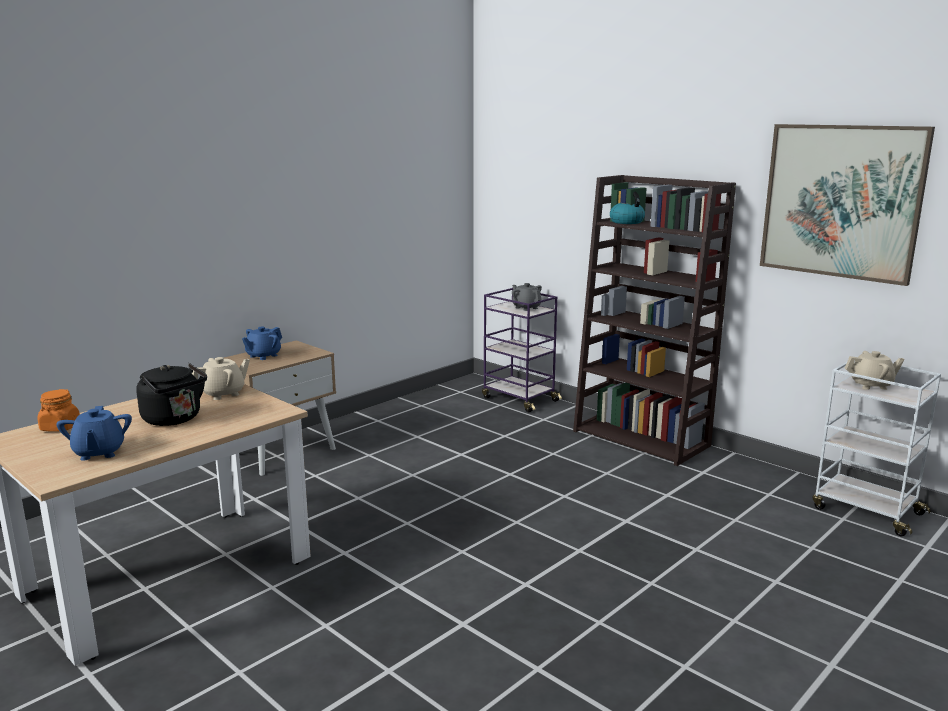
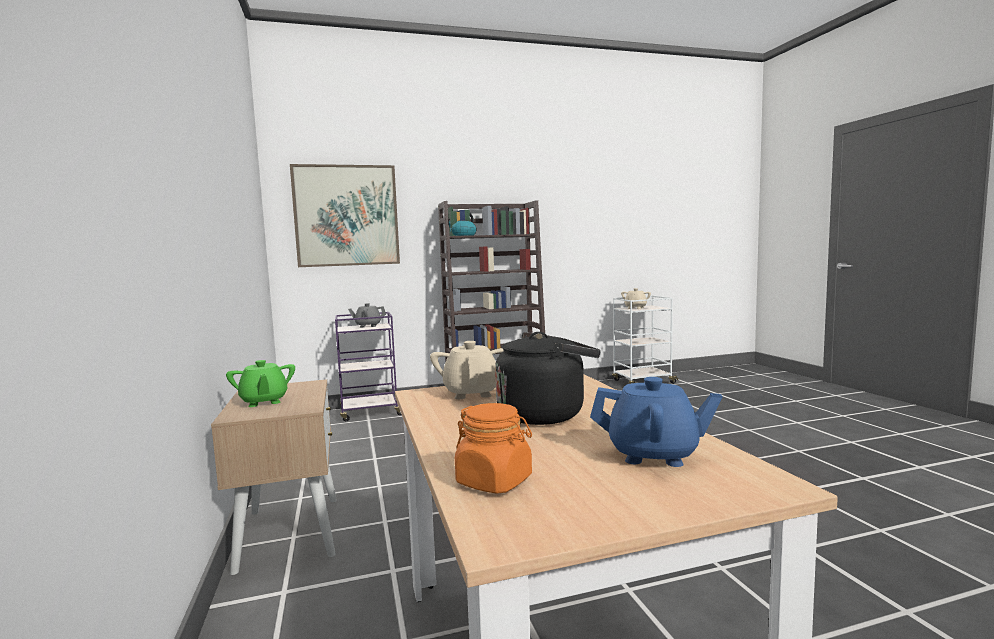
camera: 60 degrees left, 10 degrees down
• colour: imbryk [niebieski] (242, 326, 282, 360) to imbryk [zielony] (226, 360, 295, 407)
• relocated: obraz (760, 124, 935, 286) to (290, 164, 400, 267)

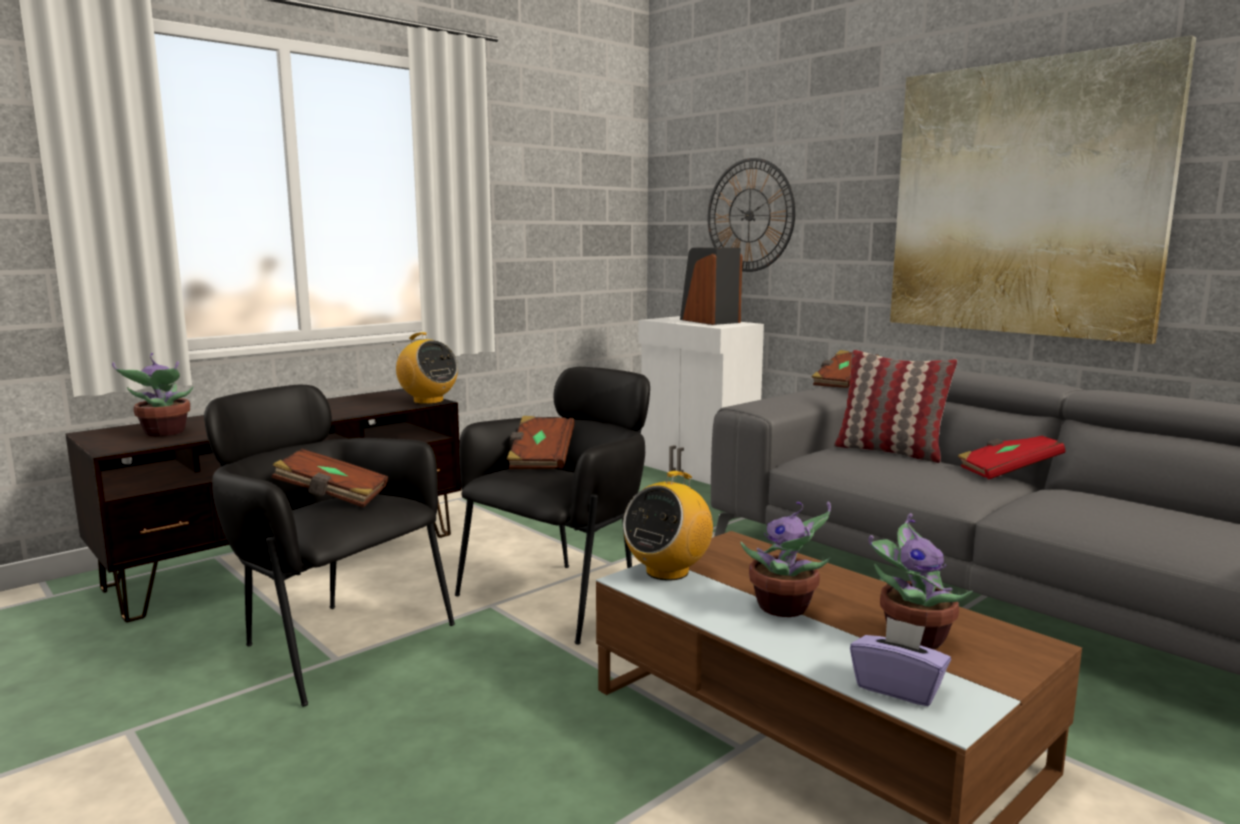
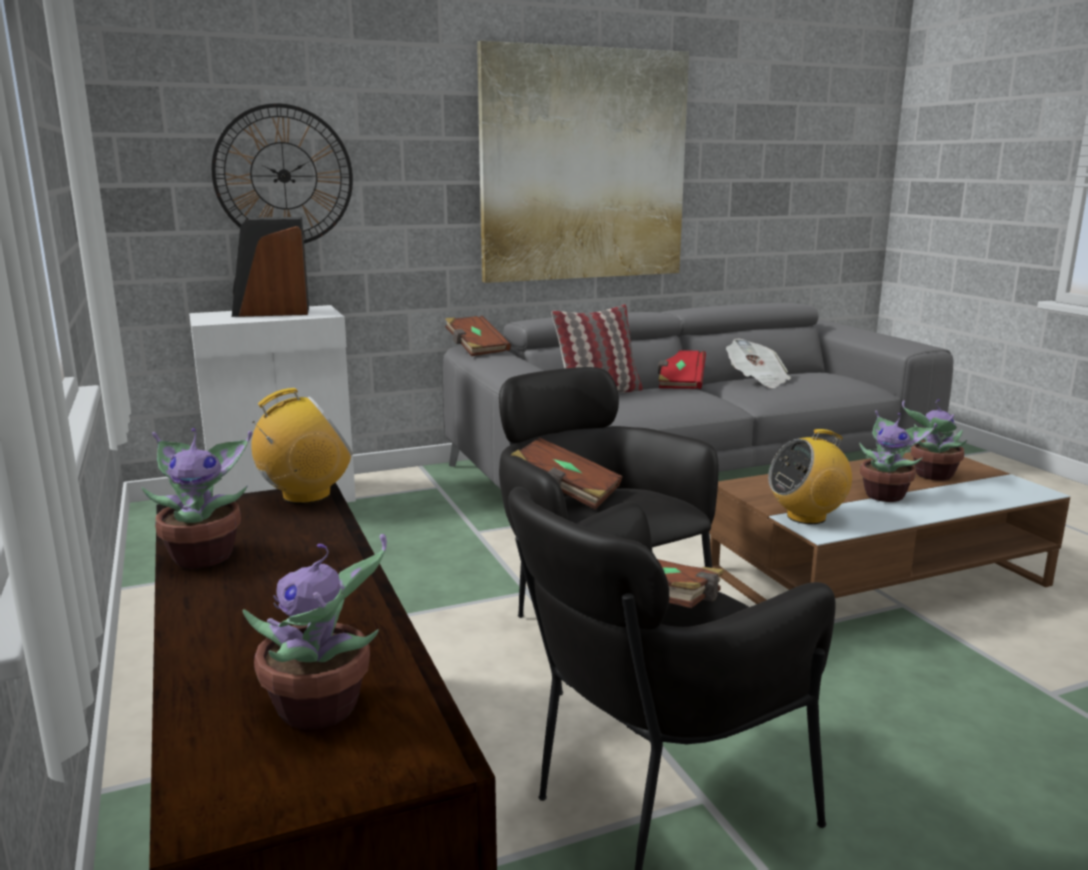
camera: 70 degrees left, 5 degrees up
• spun: radio (623, 471, 713, 581) = (768, 429, 852, 524) 105 degrees clockwise
• missing: pudełko chusteczek [fioletowy] (850, 617, 951, 706)
• appeared: roślina doniczkowa (141, 428, 252, 569)
• appeared: gazeta (726, 339, 791, 388)

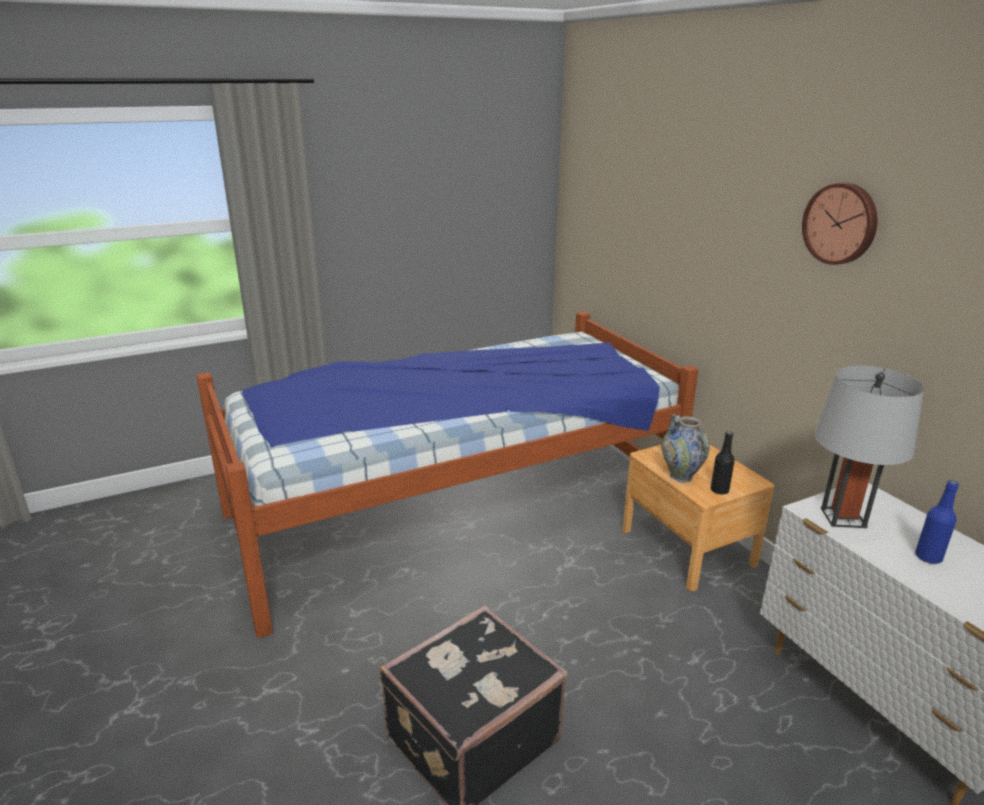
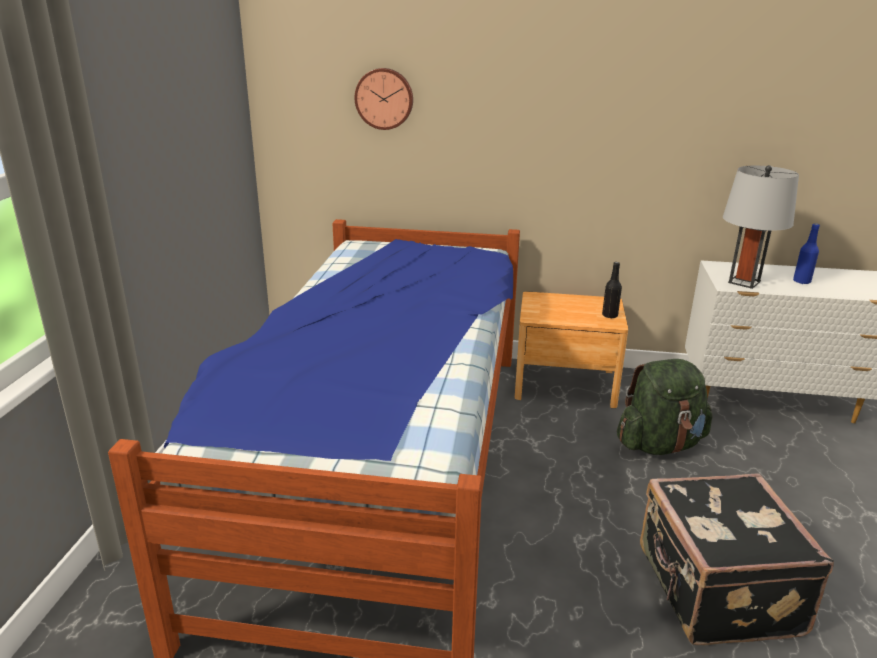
camera: 55 degrees left, 0 degrees up
• missing: wazon (662, 414, 710, 483)
• relocated: zegar ścienny (802, 183, 877, 265) to (355, 68, 413, 130)
• appeared: plecak [zielony] (617, 359, 713, 455)

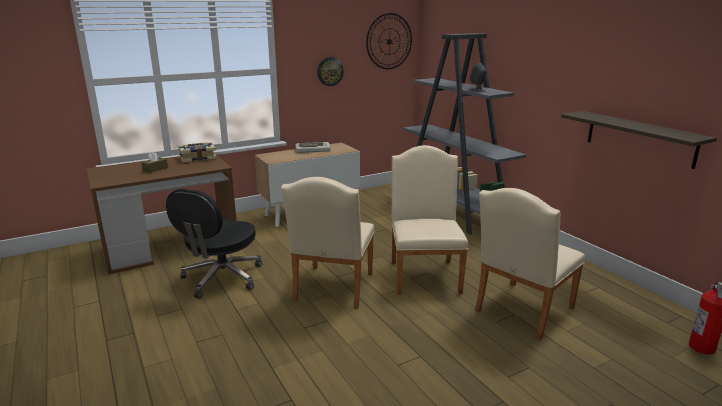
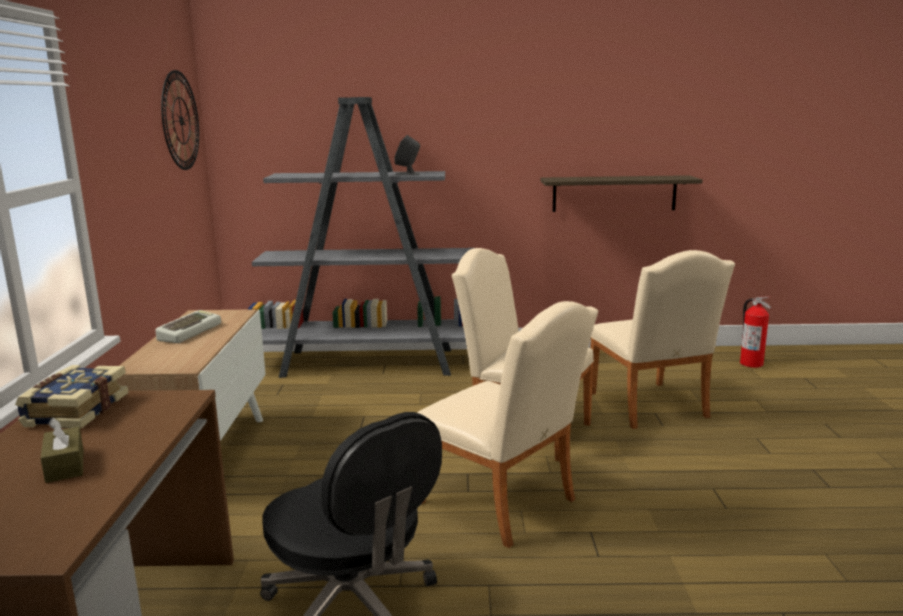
camera: 60 degrees left, 5 degrees down
• missing: zegar ścienny (317, 57, 344, 86)

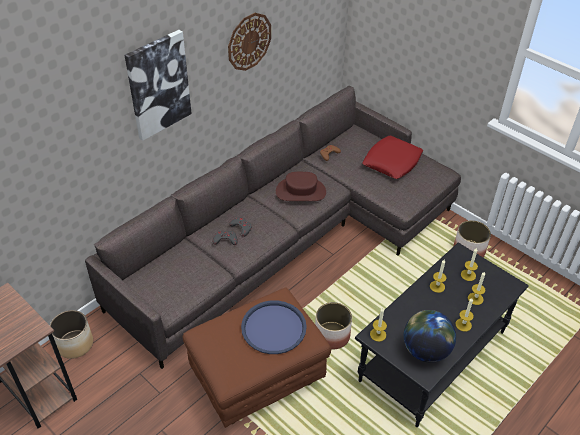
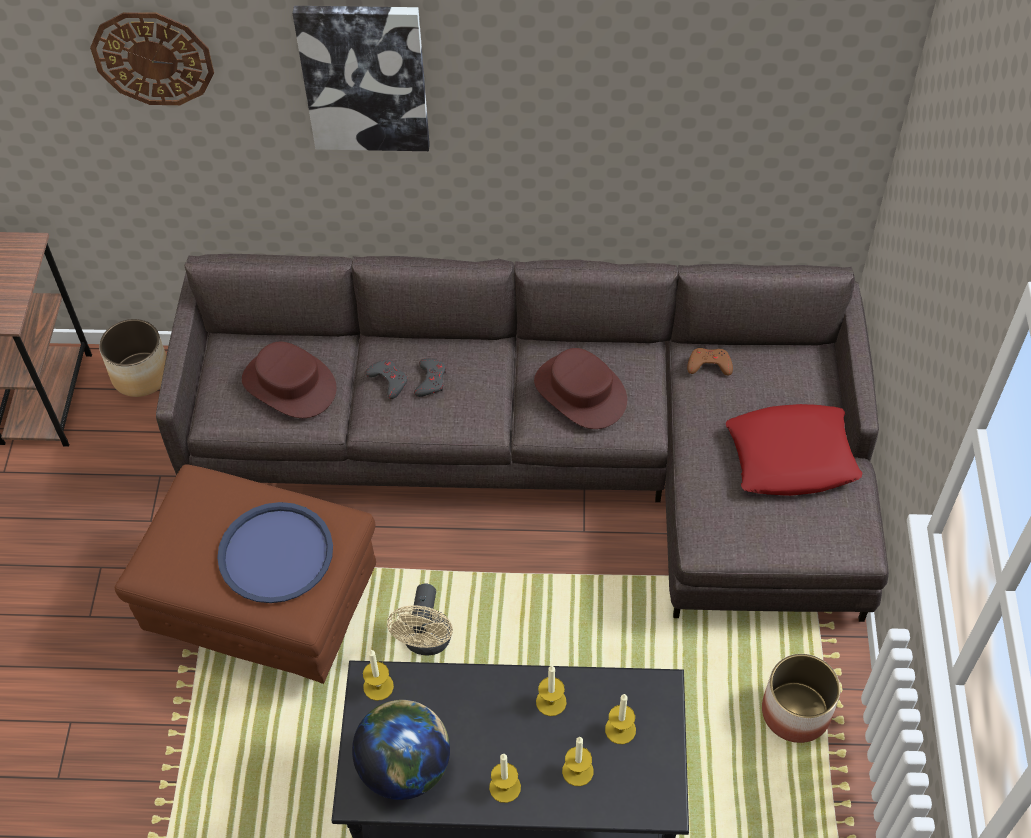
camera: 50 degrees right, 10 degrees up
• relocated: zegar ścienny (228, 13, 271, 71) to (90, 12, 214, 105)
• exchanged: donica (315, 302, 352, 349) to wentylator [beżowy] (387, 584, 453, 655)
• appeared: kapelusz [brązowy] (242, 342, 337, 418)

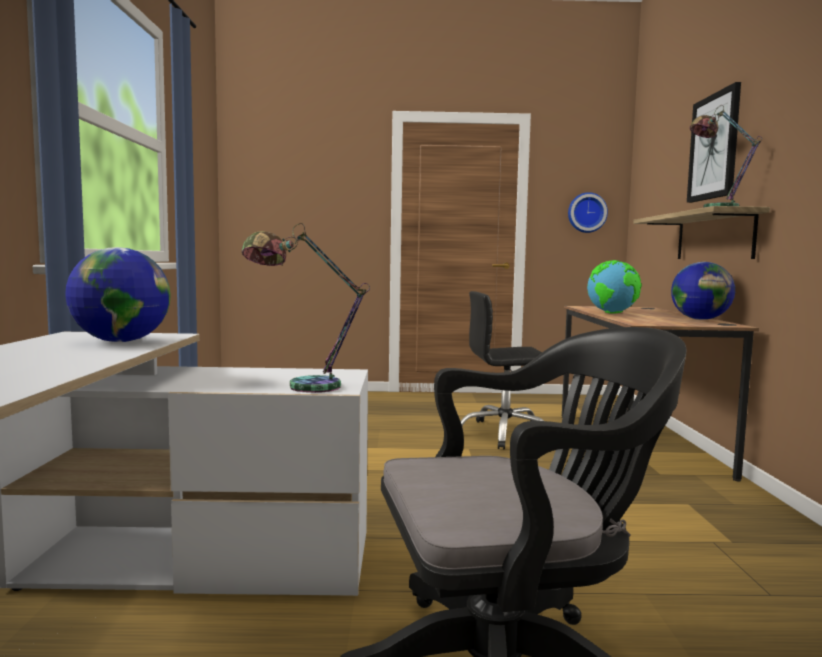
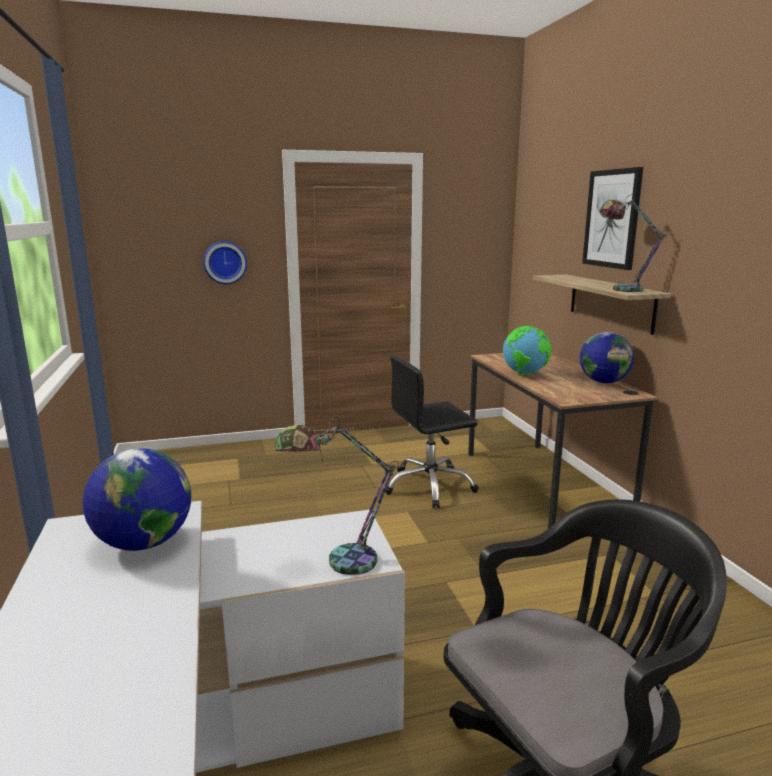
camera: 15 degrees left, 10 degrees up
• relocated: zegar ścienny (568, 192, 608, 233) to (203, 241, 247, 284)

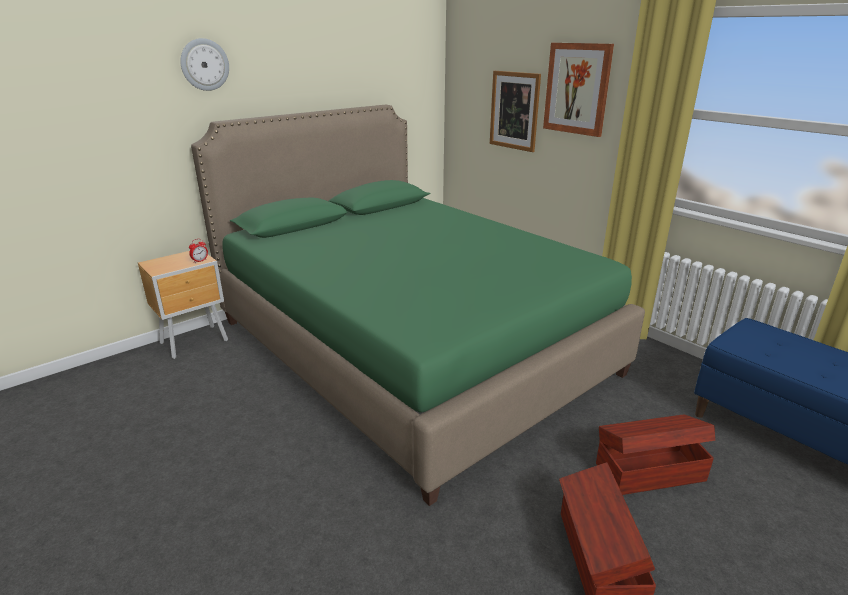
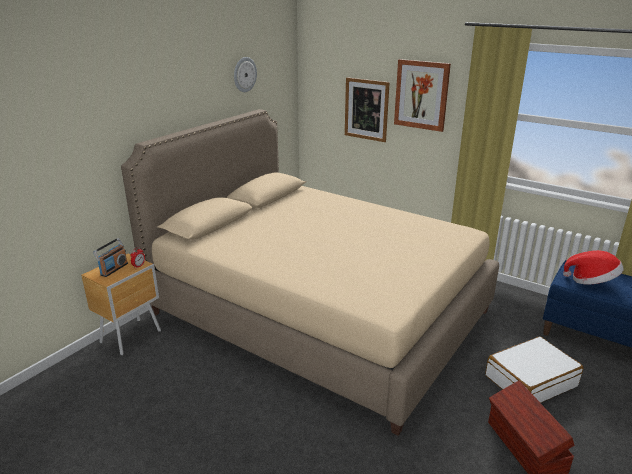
camera: 15 degrees left, 0 degrees up
• relocated: zegar ścienny (180, 38, 229, 91) to (234, 57, 257, 92)
• colour: łóżko [zielony] (191, 105, 645, 506) to łóżko [beżowy] (121, 109, 499, 436)
• exchanged: pojemnik do przechowywania [brązowy] (596, 415, 715, 495) to walizka [biały] (485, 336, 583, 403)
• appeared: radio (93, 238, 128, 277)
• appeared: kapelusz (563, 250, 624, 284)

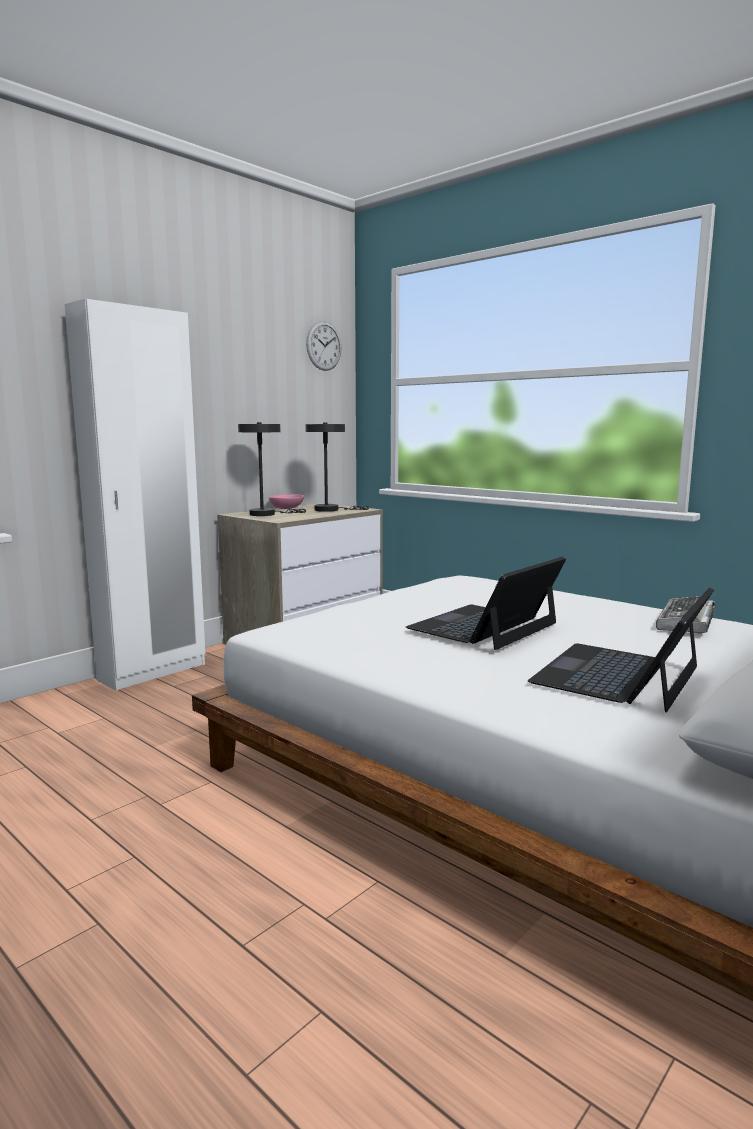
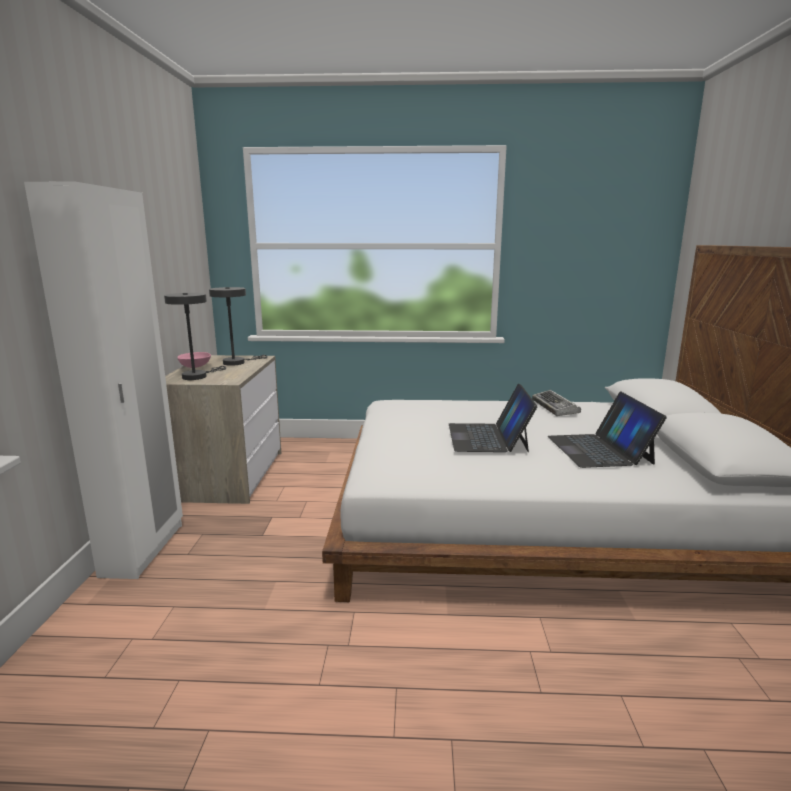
camera: 40 degrees left, 5 degrees up
• missing: zegar ścienny (306, 321, 342, 371)

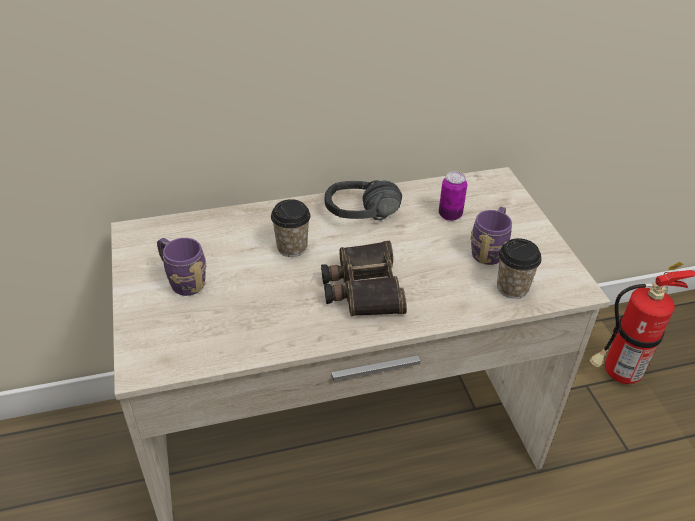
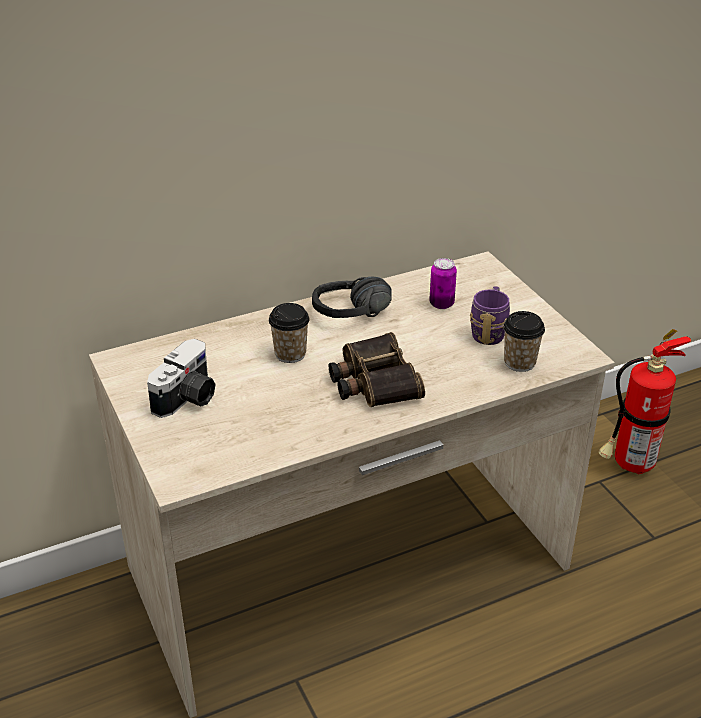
camera: 10 degrees left, 5 degrees down
• exchanged: kubek [fioletowy] (157, 238, 206, 296) to aparat fotograficzny (147, 339, 216, 418)

